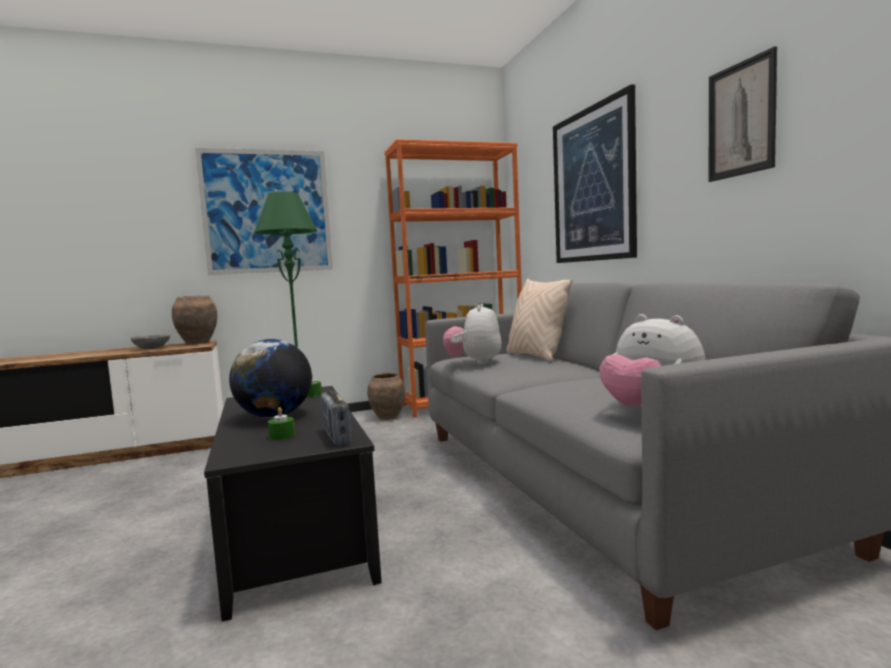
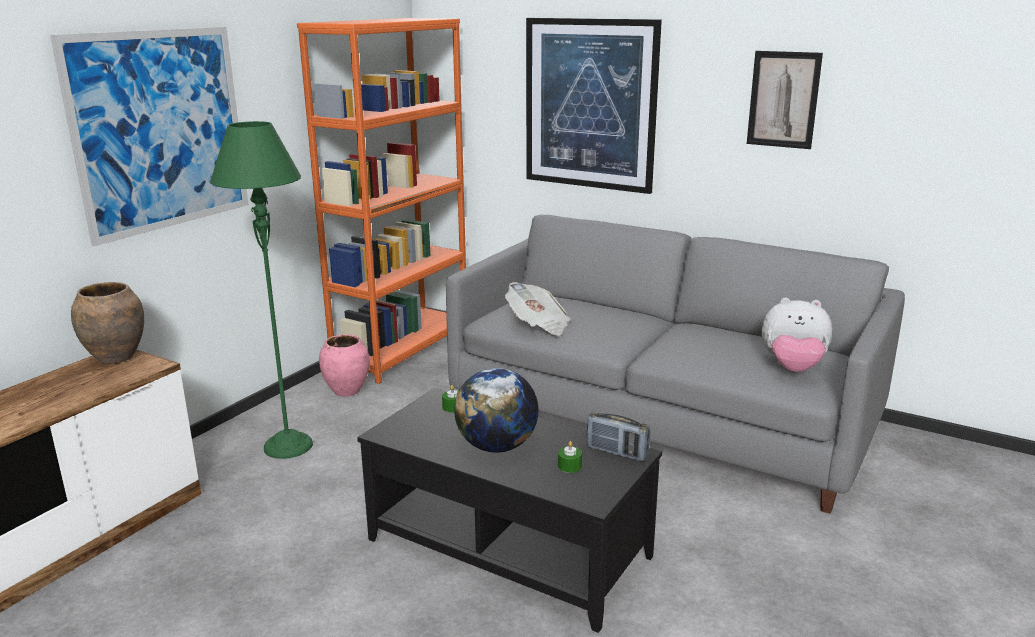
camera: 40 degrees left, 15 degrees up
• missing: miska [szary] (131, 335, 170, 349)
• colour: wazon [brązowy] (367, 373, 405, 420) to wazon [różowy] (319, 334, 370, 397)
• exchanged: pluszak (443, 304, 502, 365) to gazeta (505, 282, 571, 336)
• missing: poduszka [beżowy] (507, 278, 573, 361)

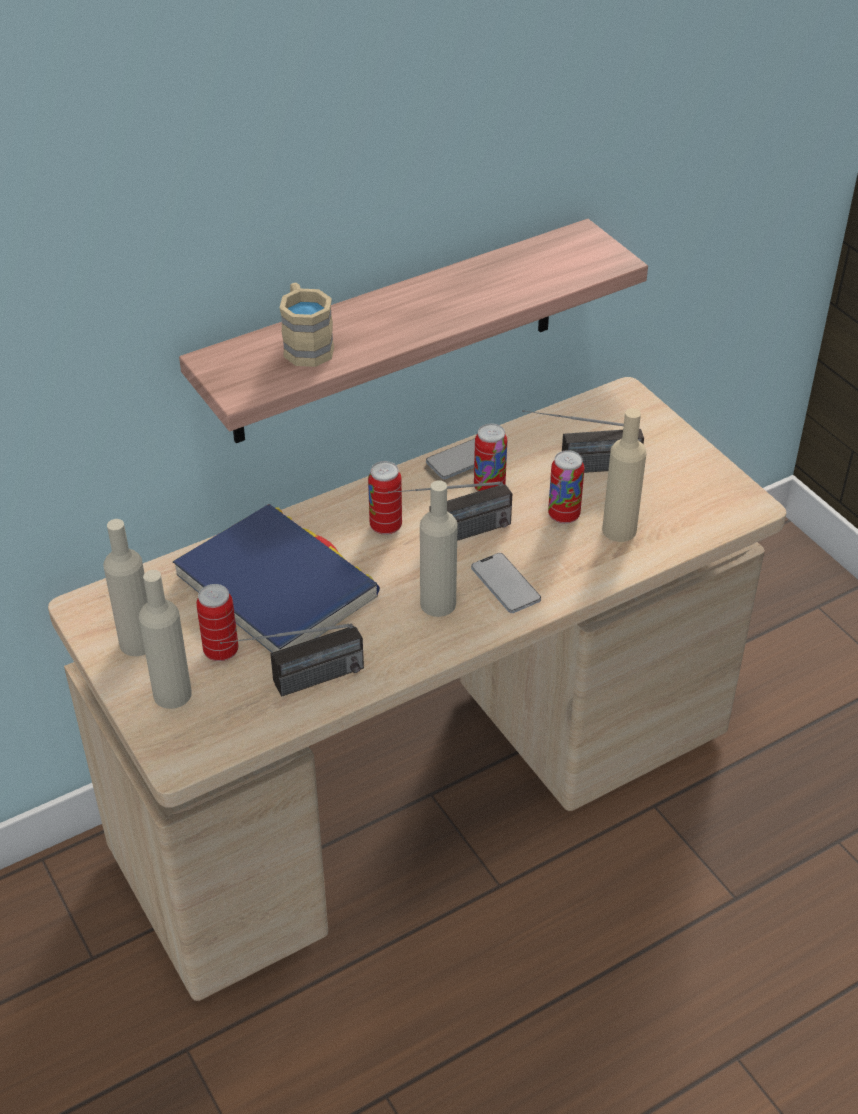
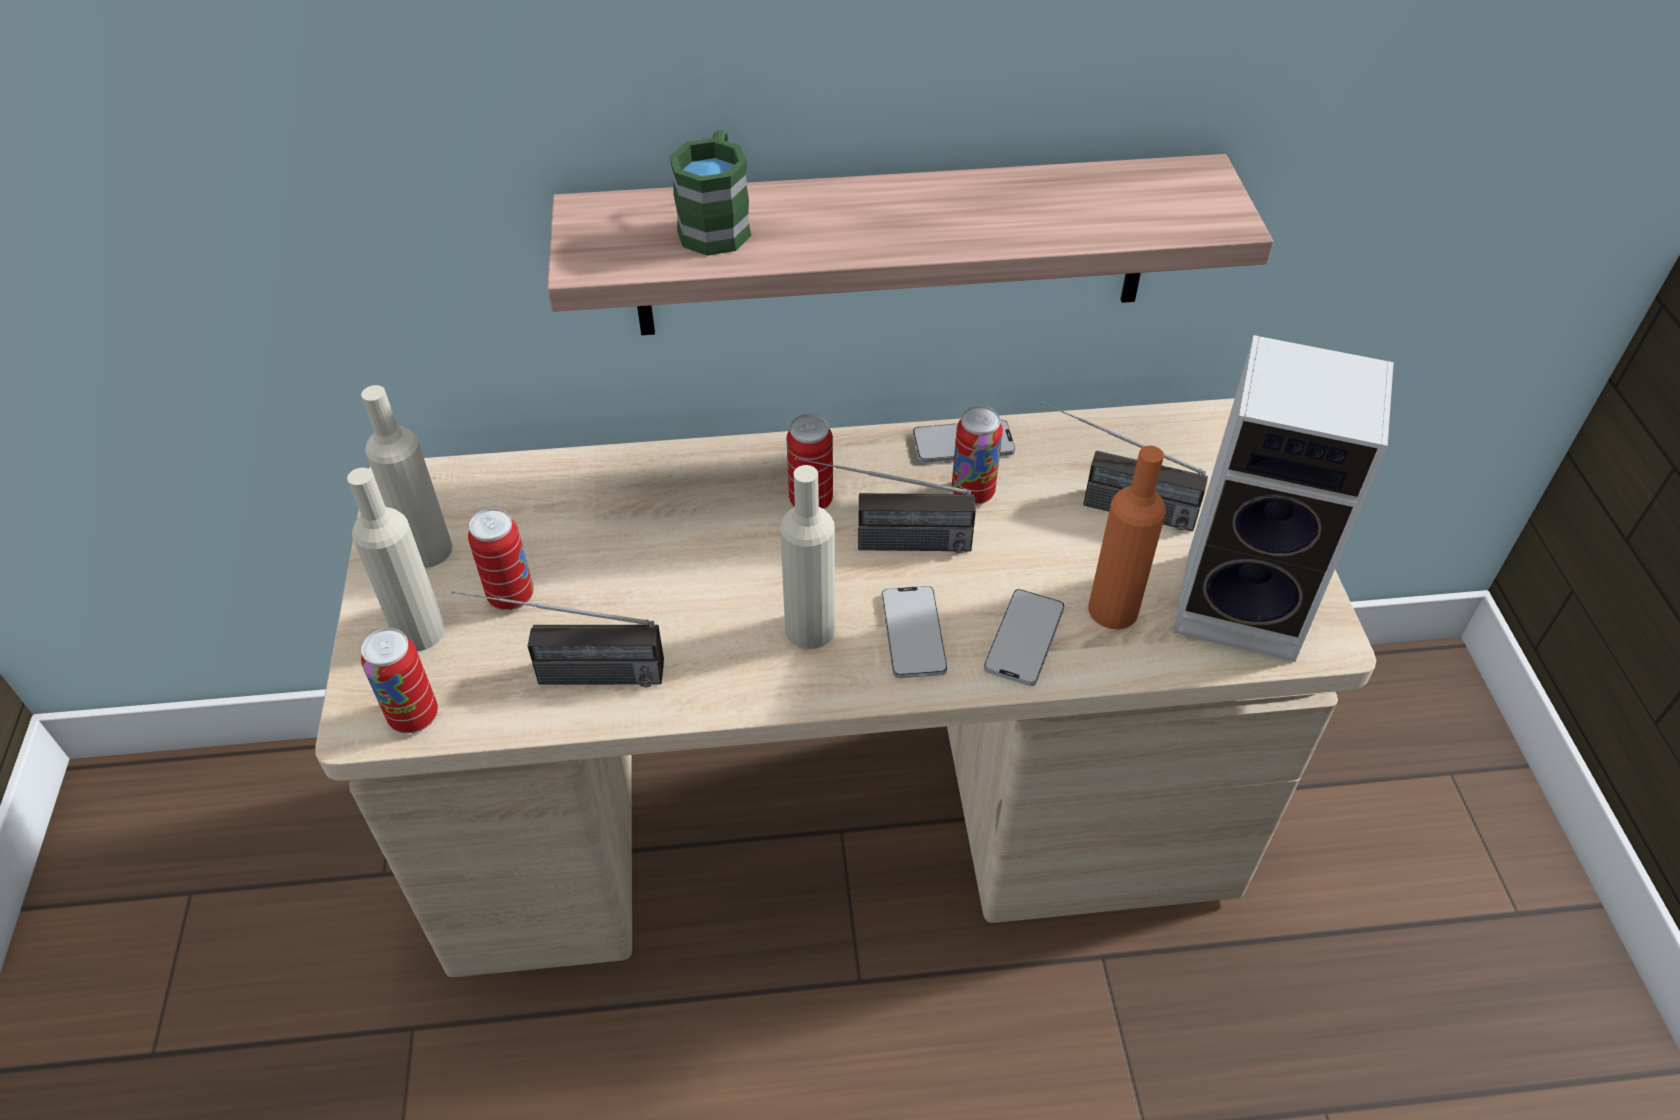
camera: 25 degrees right, 5 degrees up
• missing: książka [niebieski] (173, 504, 380, 653)
• colour: kubek [beżowy] (280, 283, 334, 367) to kubek [zielony] (669, 130, 751, 256)
• relocated: puszka (548, 450, 584, 524) to (361, 628, 438, 733)
• colour: butelka [beżowy] (602, 408, 647, 542) to butelka [pomarańczowy] (1089, 446, 1166, 629)
• appeared: telefon (984, 589, 1065, 686)
• appeared: głośnik (1173, 335, 1394, 662)

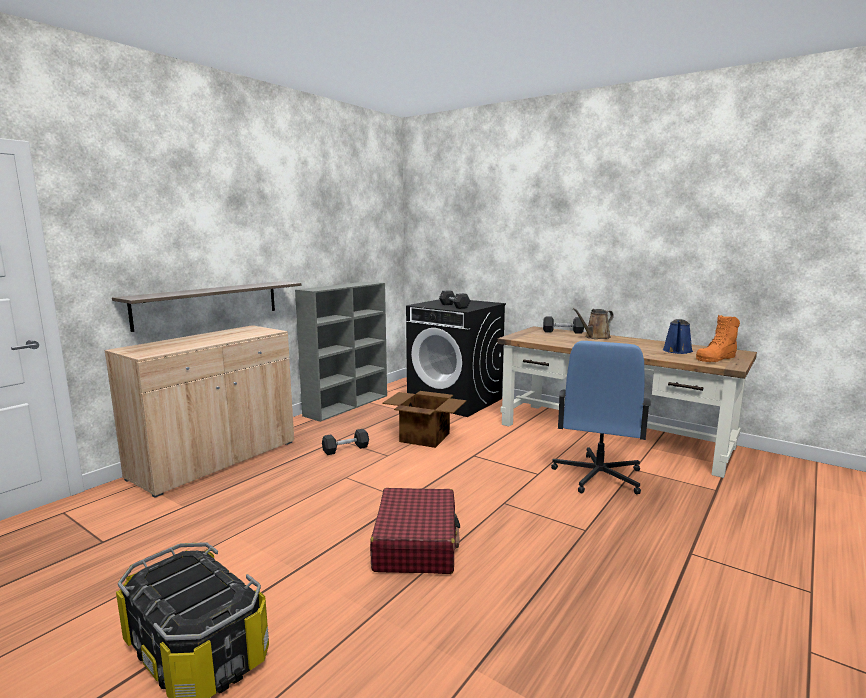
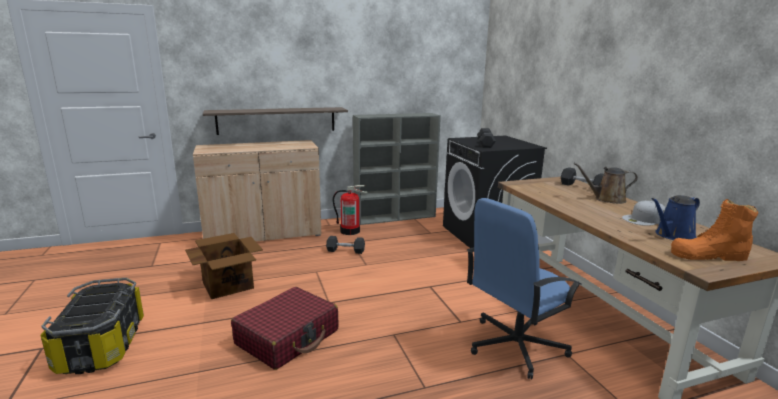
camera: 35 degrees right, 5 degrees up
• relocated: karton (382, 391, 466, 448) to (185, 233, 263, 299)
• appeared: gaśnica (332, 185, 368, 235)
• appeared: czapka z daszkiem [biały] (622, 201, 666, 226)

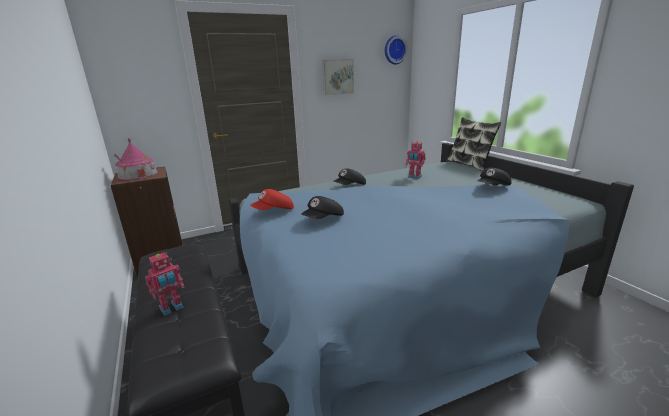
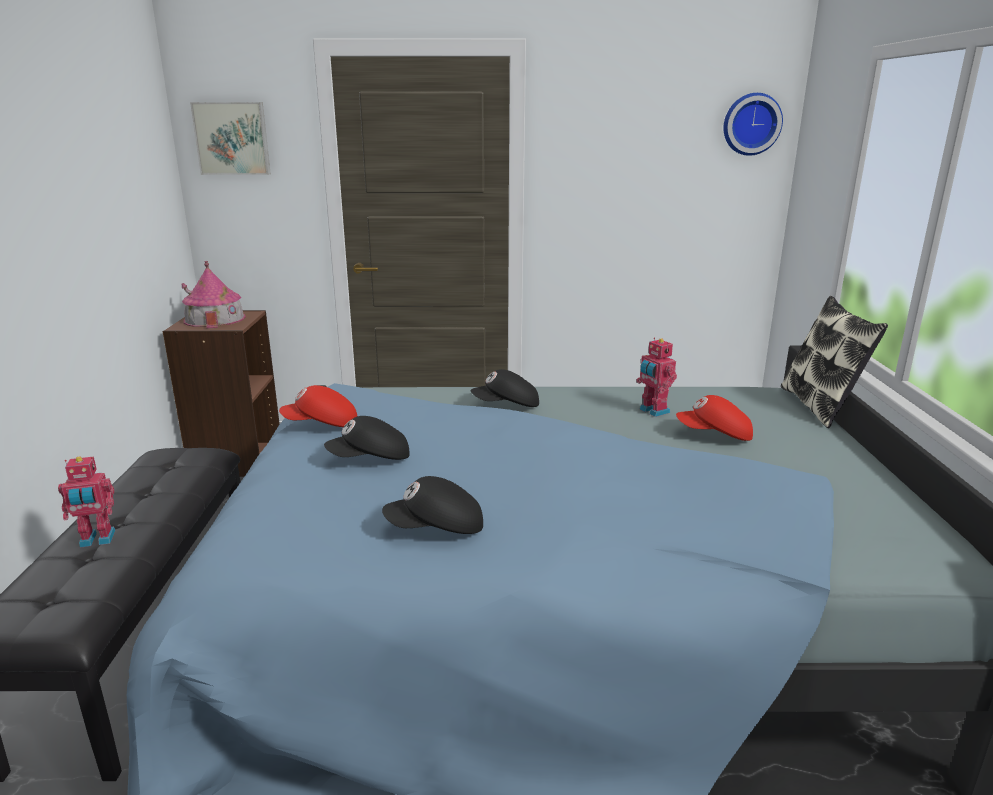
camera: 25 degrees right, 0 degrees up
• relocated: obraz (322, 59, 354, 96) to (190, 102, 271, 175)
• relocated: czapka z daszkiem [czarny] (478, 168, 511, 185) to (382, 476, 483, 534)
• appeared: czapka z daszkiem [czerwony] (676, 395, 753, 441)

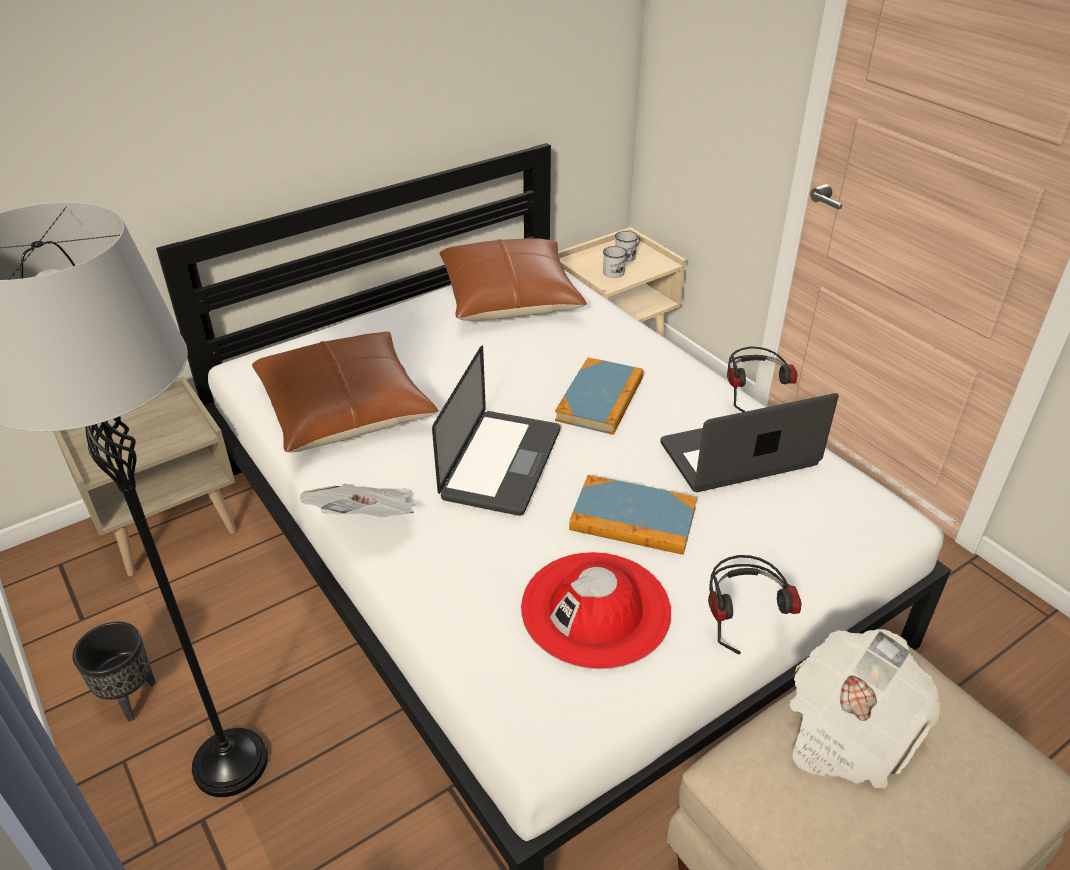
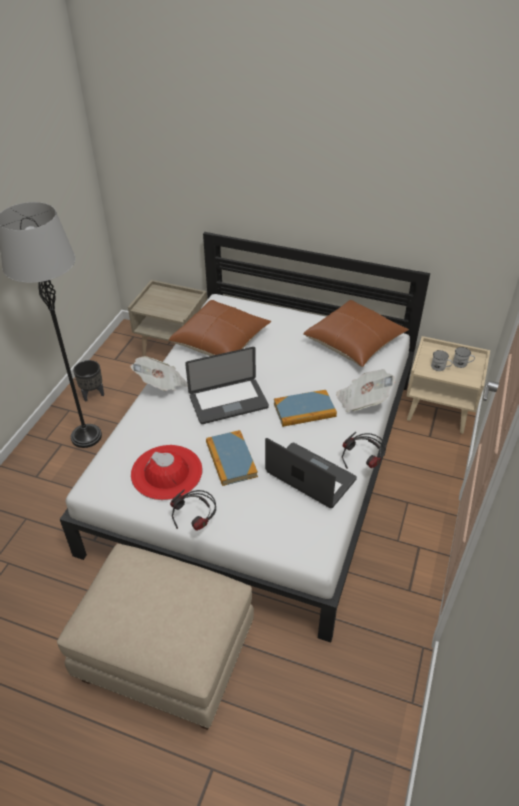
camera: 55 degrees right, 5 degrees up
• relocated: gazeta (789, 629, 940, 789) to (336, 369, 396, 412)

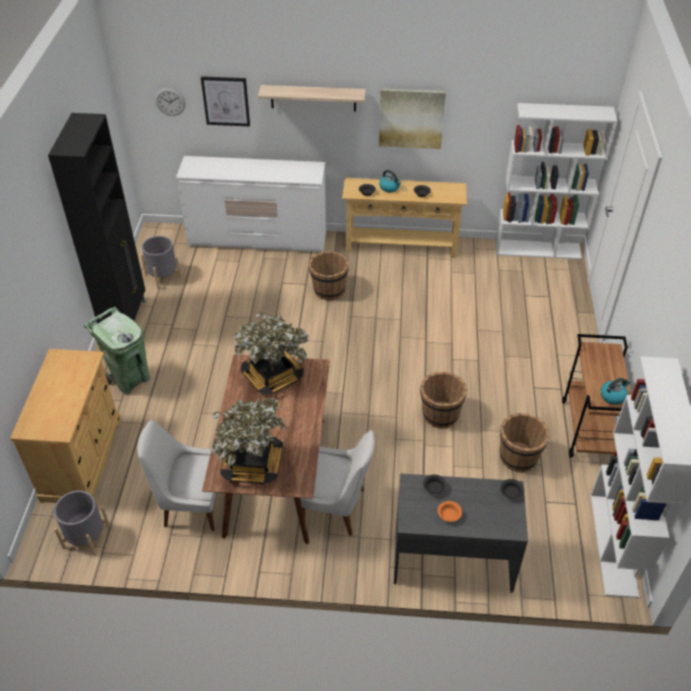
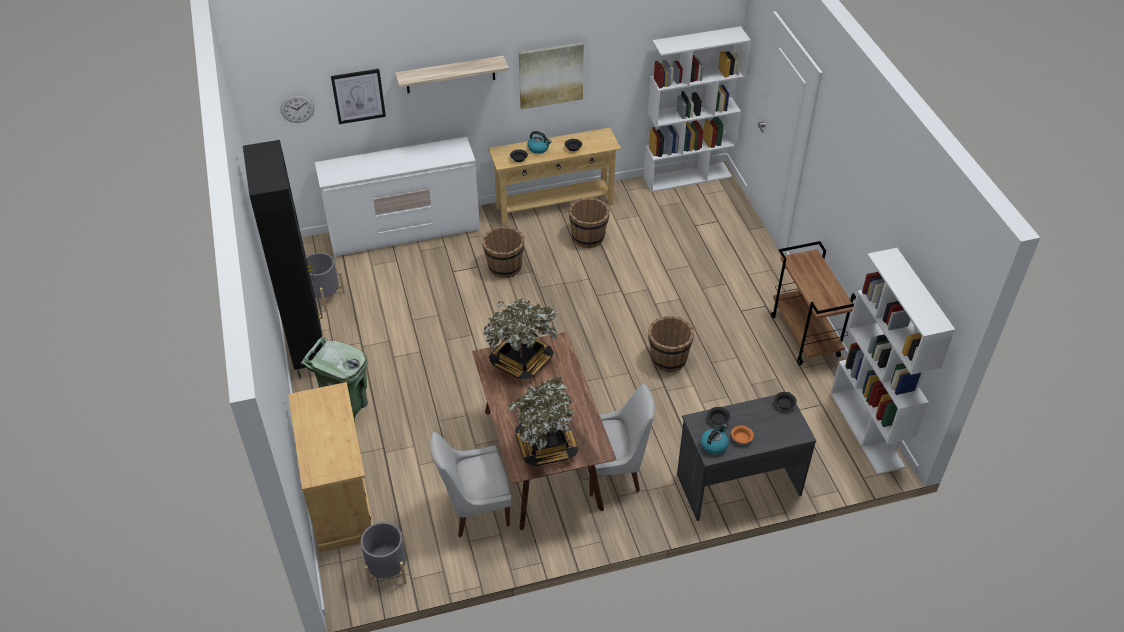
camera: 20 degrees left, 0 degrees up
• relocated: wiadro [brązowy] (500, 413, 550, 472) to (569, 198, 610, 248)
• relocated: czajnik (601, 378, 630, 405) to (700, 424, 729, 454)

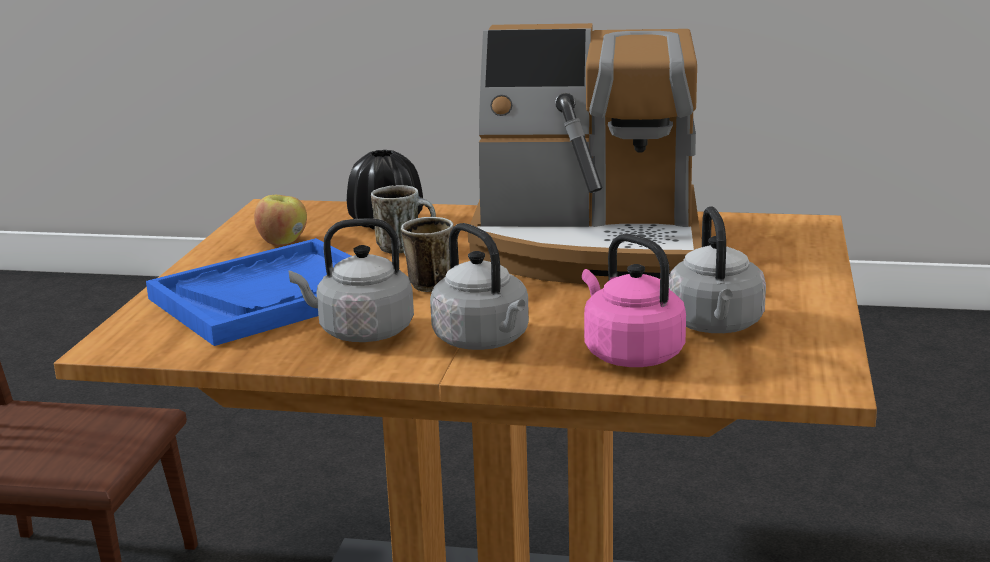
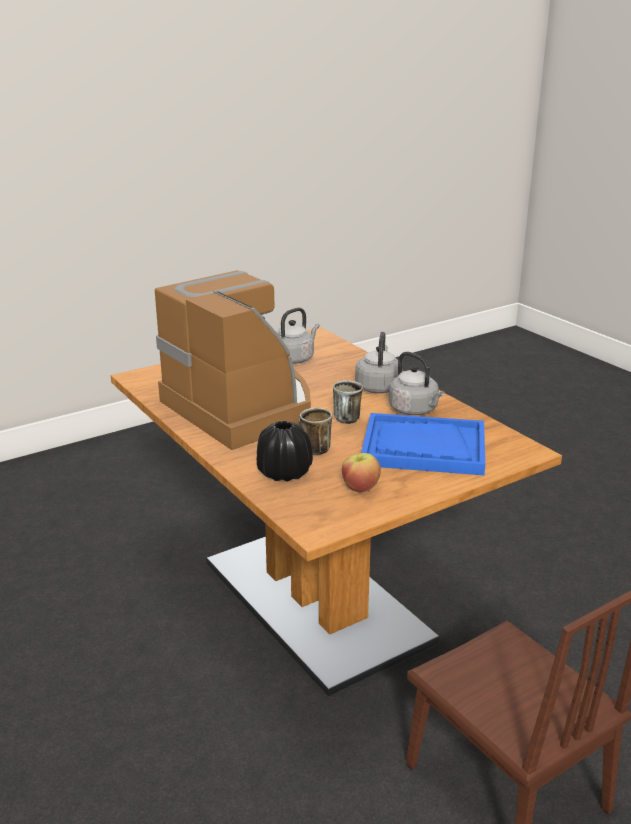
camera: 135 degrees left, 5 degrees up
• missing: czajnik [różowy] (582, 234, 686, 367)

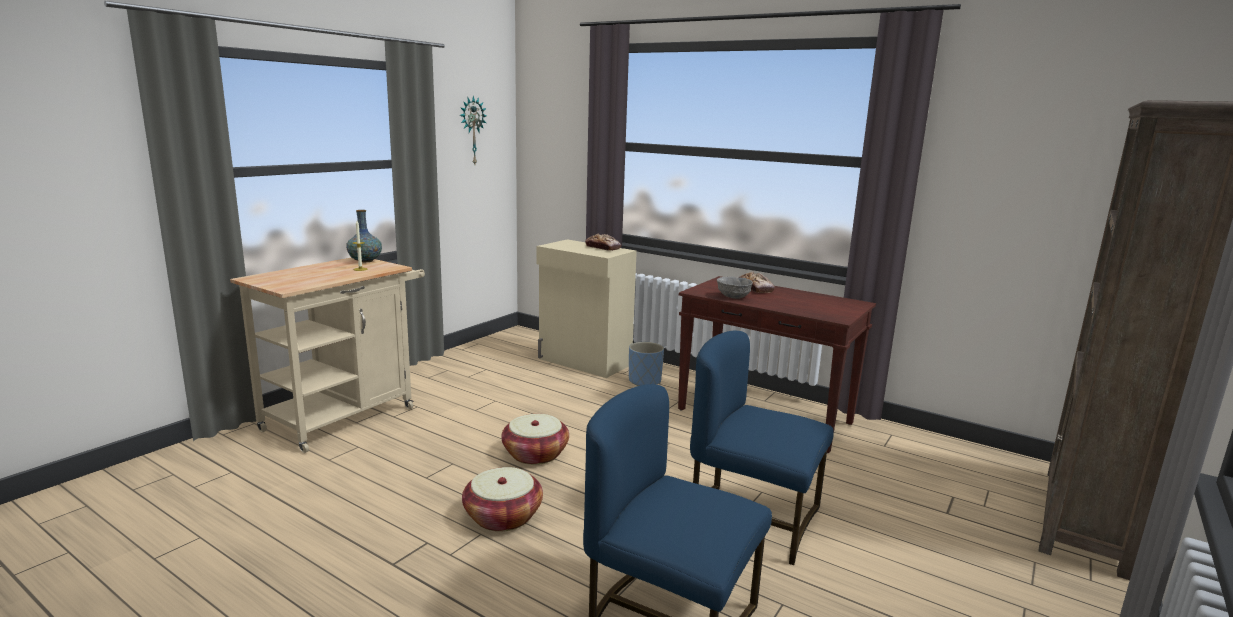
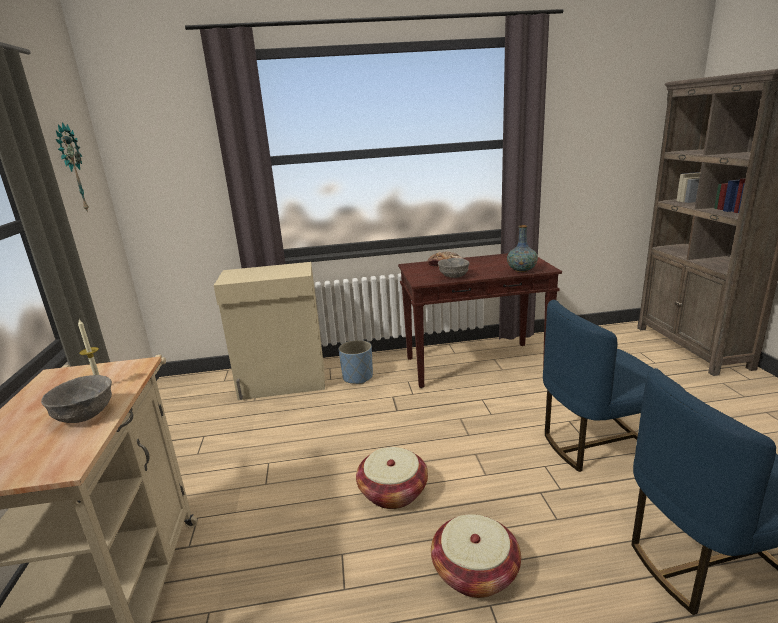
camera: 40 degrees left, 5 degrees up
• relocated: wazon (346, 210, 382, 262) to (507, 225, 538, 272)
• missing: chleb (585, 234, 621, 251)
• appeared: miska [szary] (41, 375, 112, 423)

